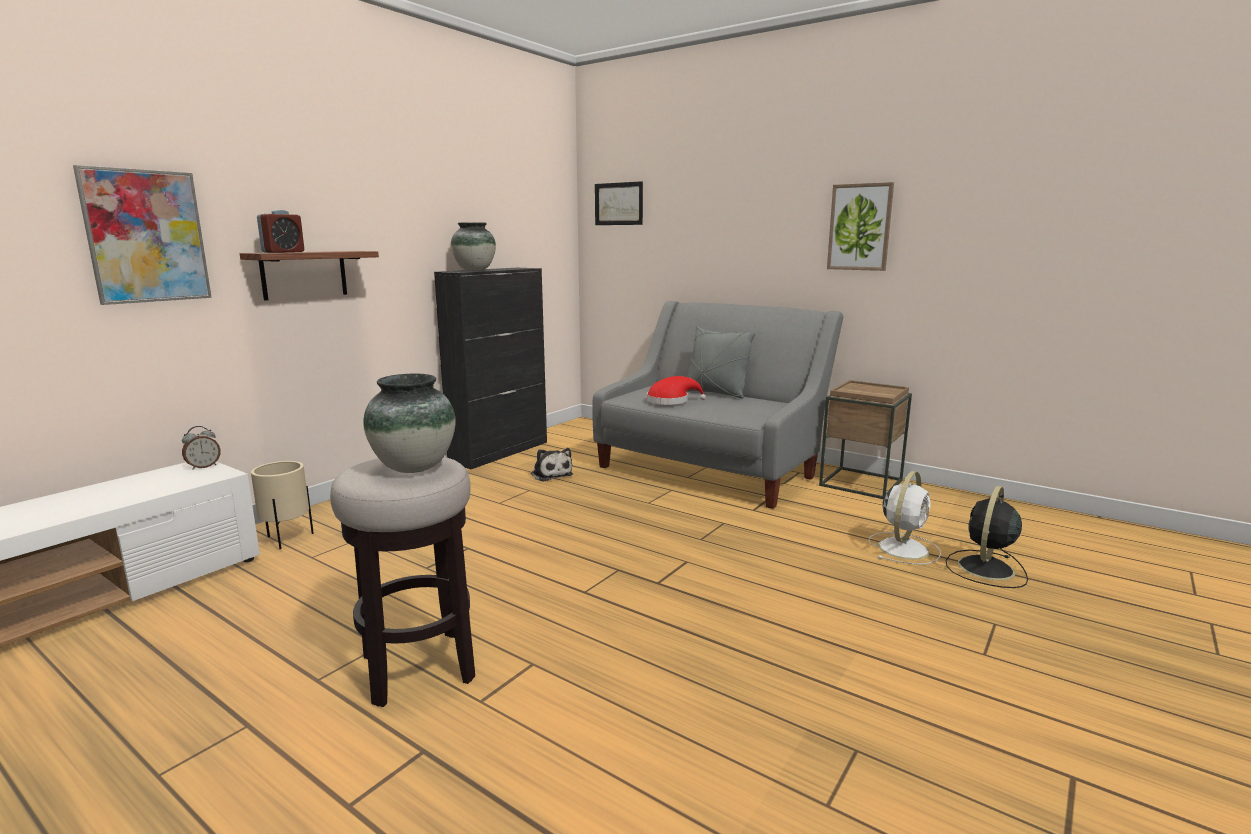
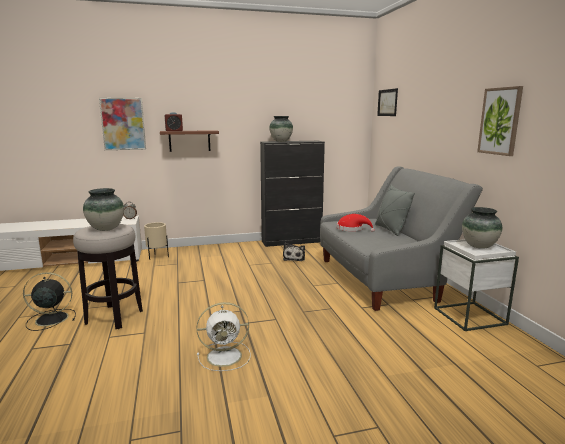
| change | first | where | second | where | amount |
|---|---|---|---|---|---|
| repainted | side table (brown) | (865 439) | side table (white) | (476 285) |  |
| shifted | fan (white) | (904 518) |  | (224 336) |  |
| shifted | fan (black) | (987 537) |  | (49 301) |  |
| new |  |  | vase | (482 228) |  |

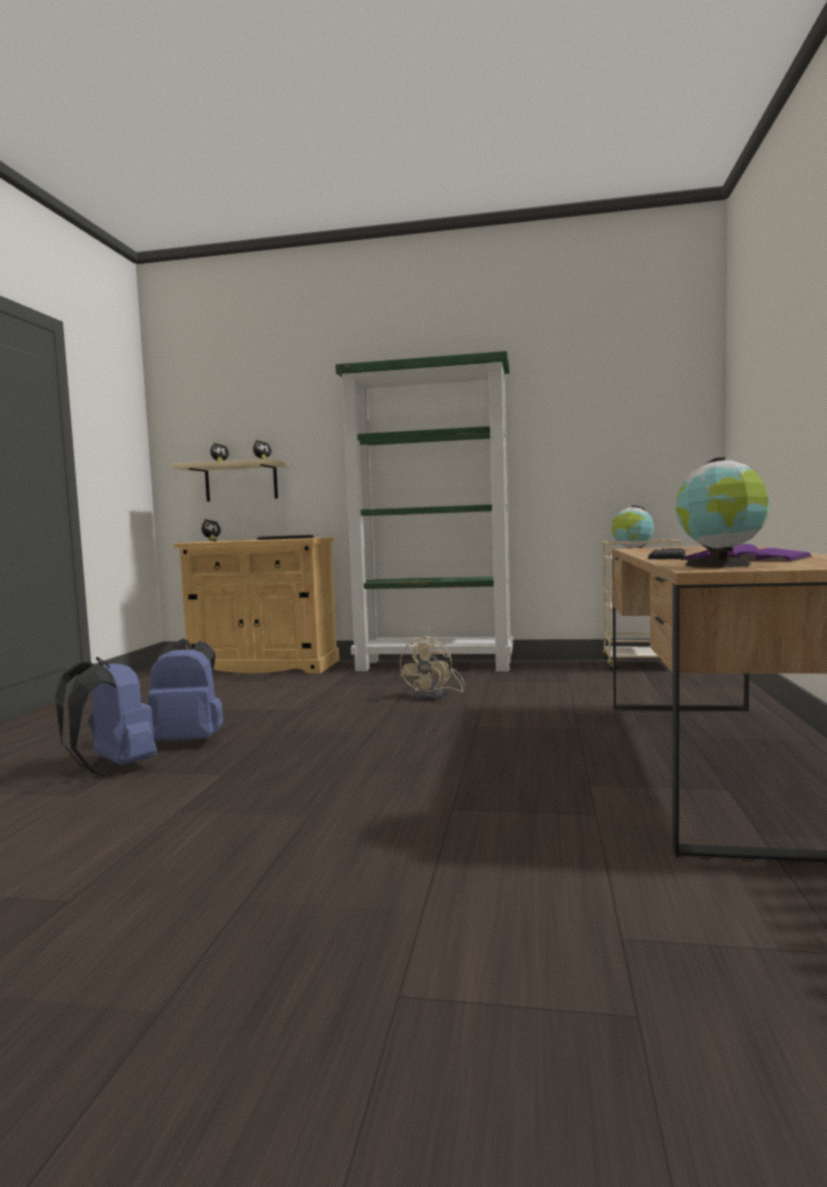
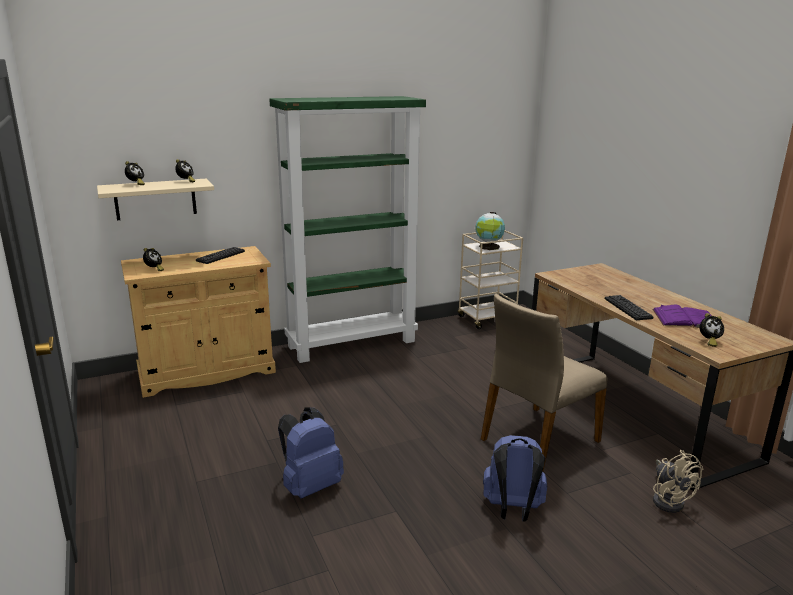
| change | first | where | second | where | amount |
|---|---|---|---|---|---|
| shifted | backpack (blue) | (106 716) |  | (515 478) |  |
| shifted | fan (beige) | (432 668) |  | (678 481) |  |
| swapped | globe | (722 512) | alarm clock | (712 330) |  |
| new |  |  | chair (beige) | (544 383) |  |

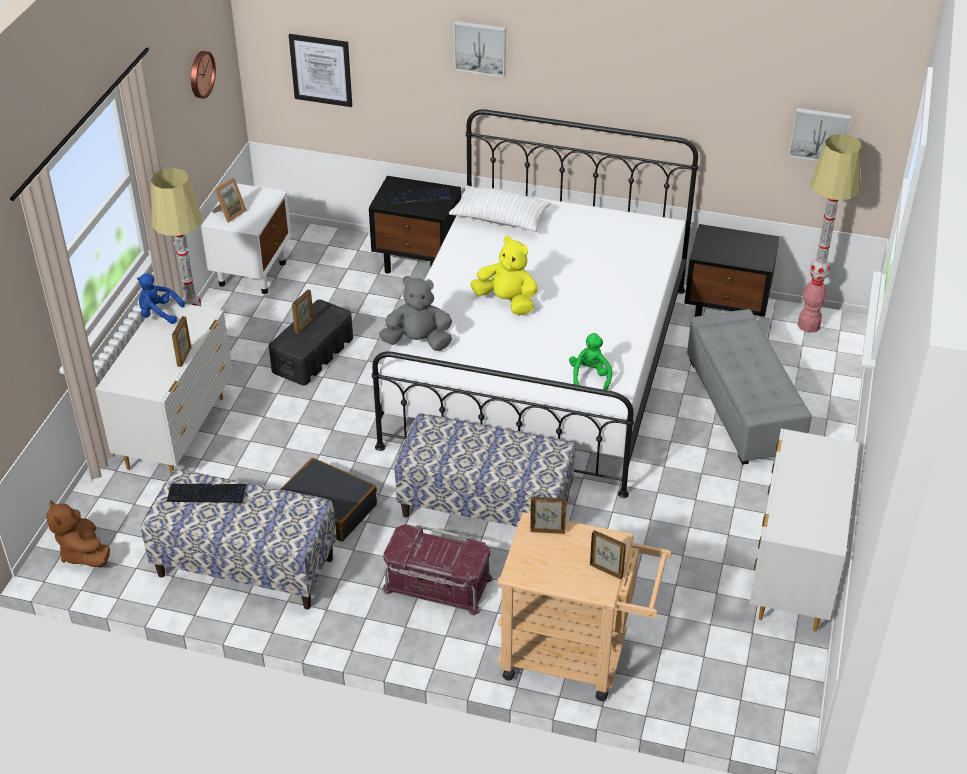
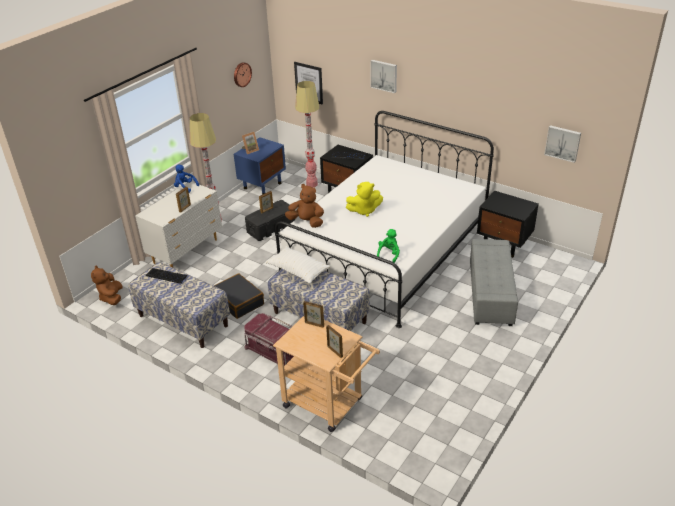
| change | first | where | second | where | amount |
|---|---|---|---|---|---|
| repainted | nightstand (white) | (246 239) | nightstand (blue) | (260 166) |  |
| repainted | plush toy (grey) | (415 313) | plush toy (brown) | (304 206) |  |
| shifted | pillow (white) | (500 208) |  | (298 265) |  |
| rotated | plush toy (yellow) | (503 275) |  | (364 199) | 120 degrees clockwise |
| gone | dresser (white) | (804 530) |  |  |  |
| shifted | floor lamp | (829 233) |  | (307 134) |  |

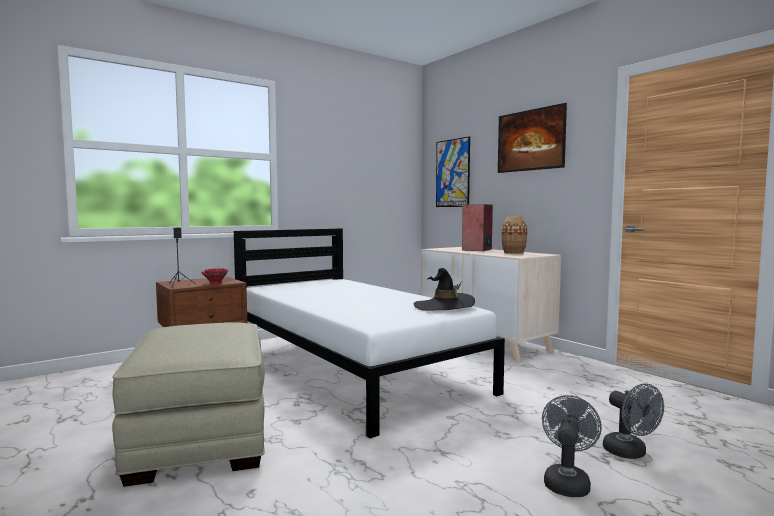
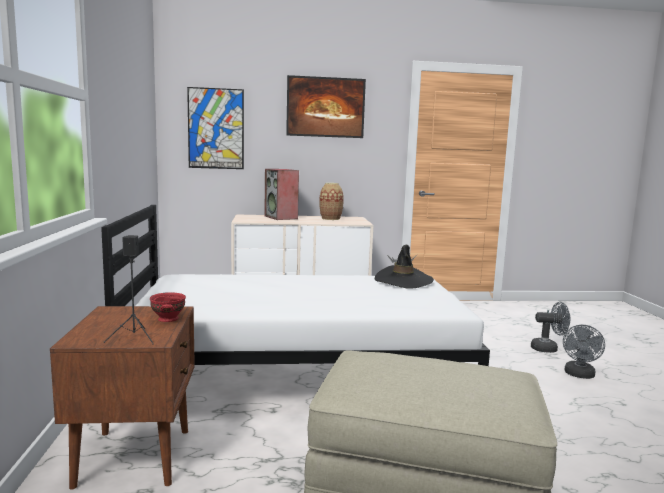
| change | first | where | second | where | amount |
|---|---|---|---|---|---|
| rotated | fan (grey) | (572 446) |  | (584 352) | 120 degrees counterclockwise |

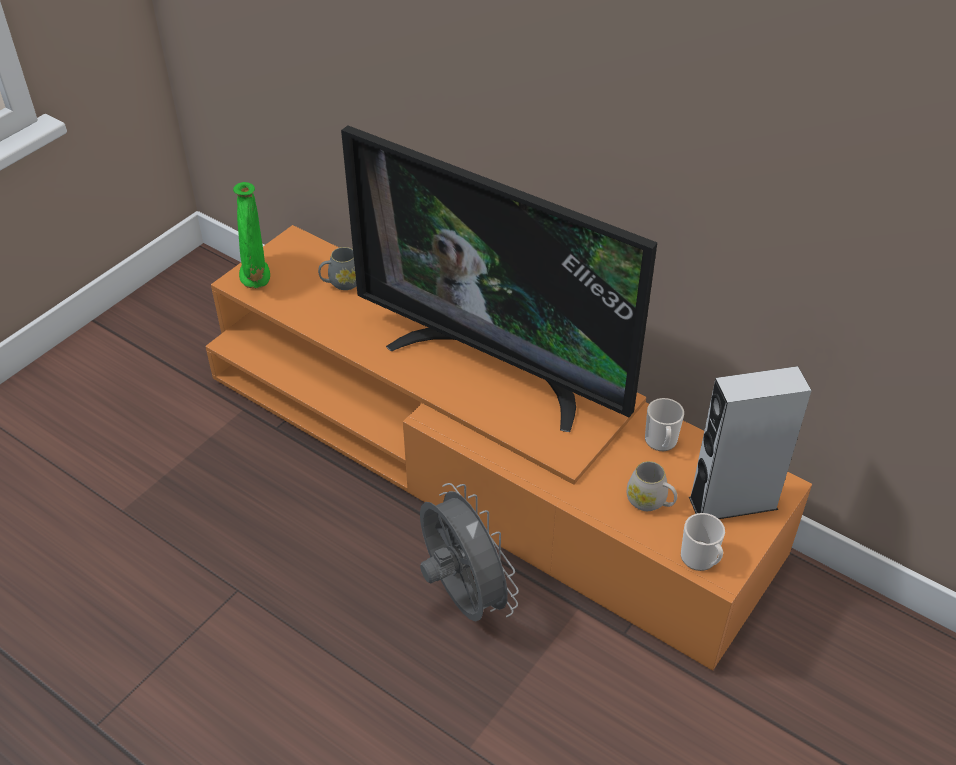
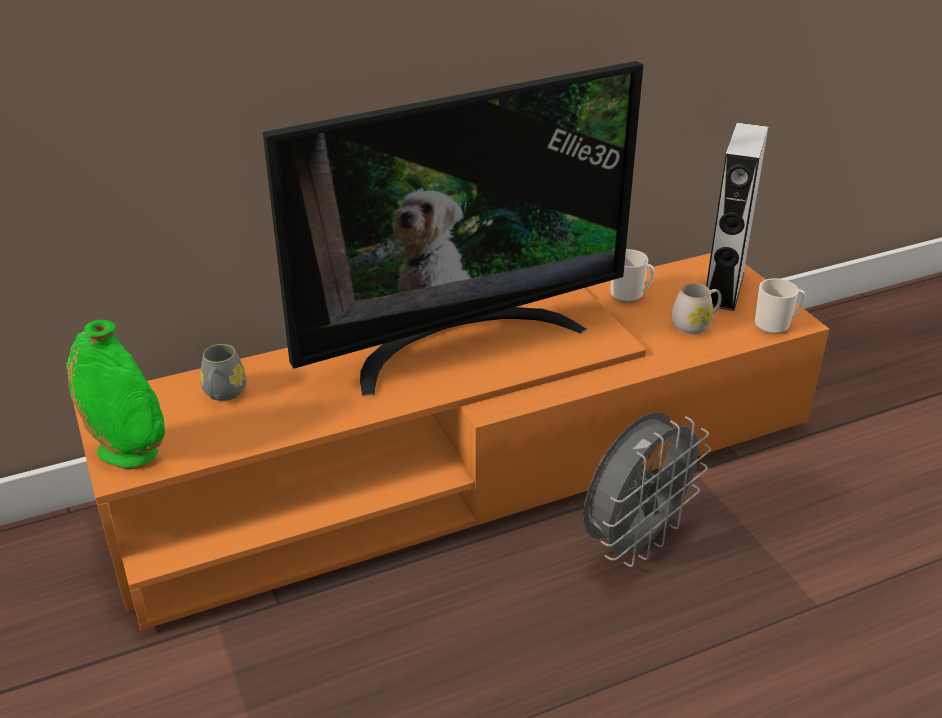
| change | first | where | second | where | amount |
|---|---|---|---|---|---|
| rotated | fan (grey) | (469 552) |  | (647 489) | 135 degrees clockwise |

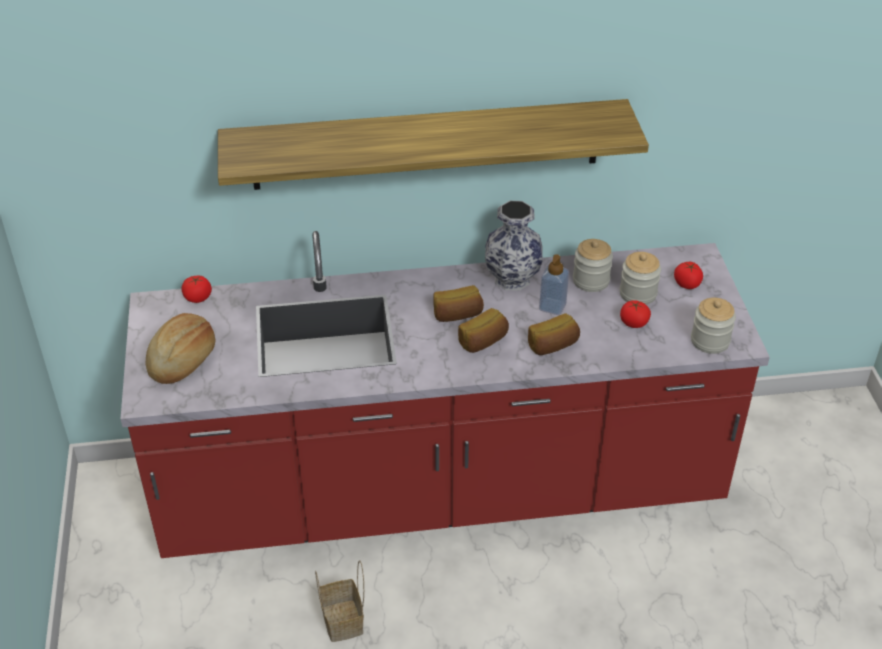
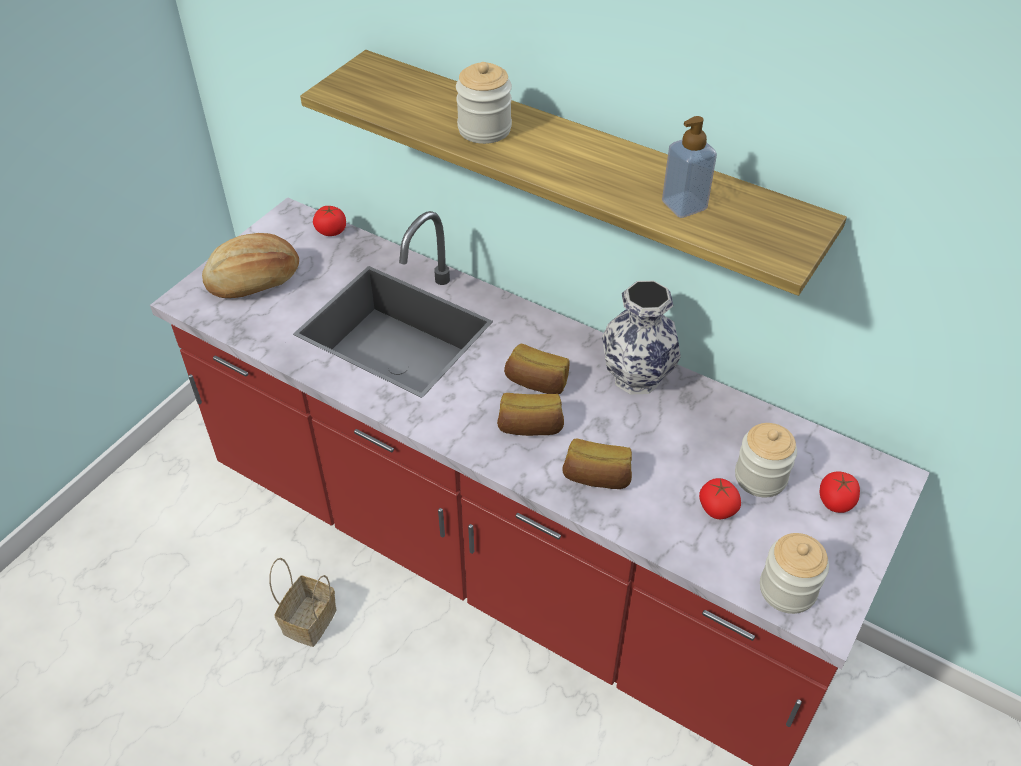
| change | first | where | second | where | amount |
|---|---|---|---|---|---|
| shifted | soap dispenser | (554 284) |  | (689 167) |  |
| shifted | jar | (593 265) |  | (484 103) |  |

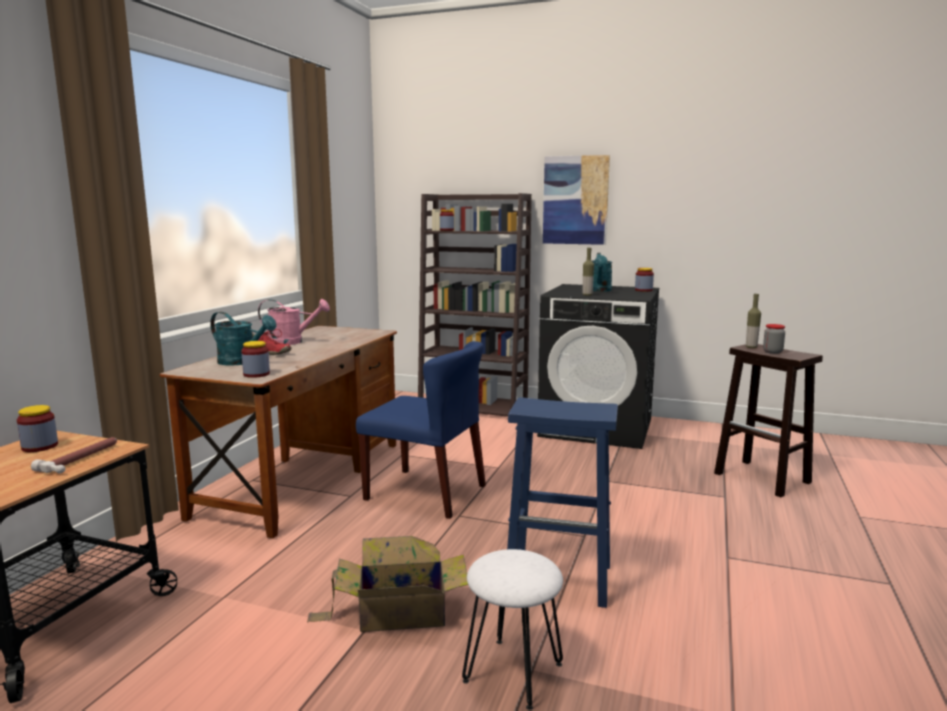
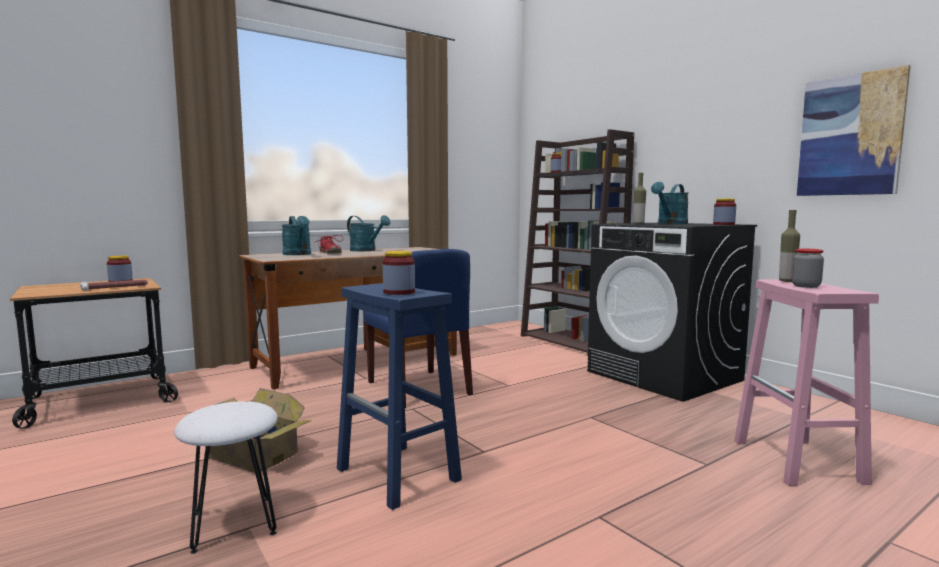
| change | first | where | second | where | amount |
|---|---|---|---|---|---|
| shifted | jar | (255 359) |  | (399 273) |  |
| repainted | watering can (pink) | (294 322) | watering can (turquoise) | (368 233) |  |
| shifted | picture | (576 200) |  | (854 130) |  |
| repainted | stool (brown) | (768 420) | stool (pink) | (806 383) |  |

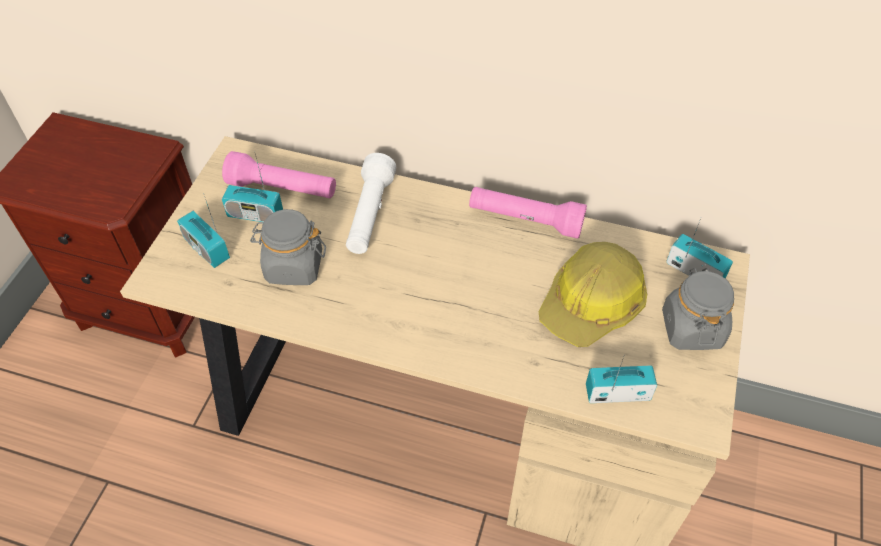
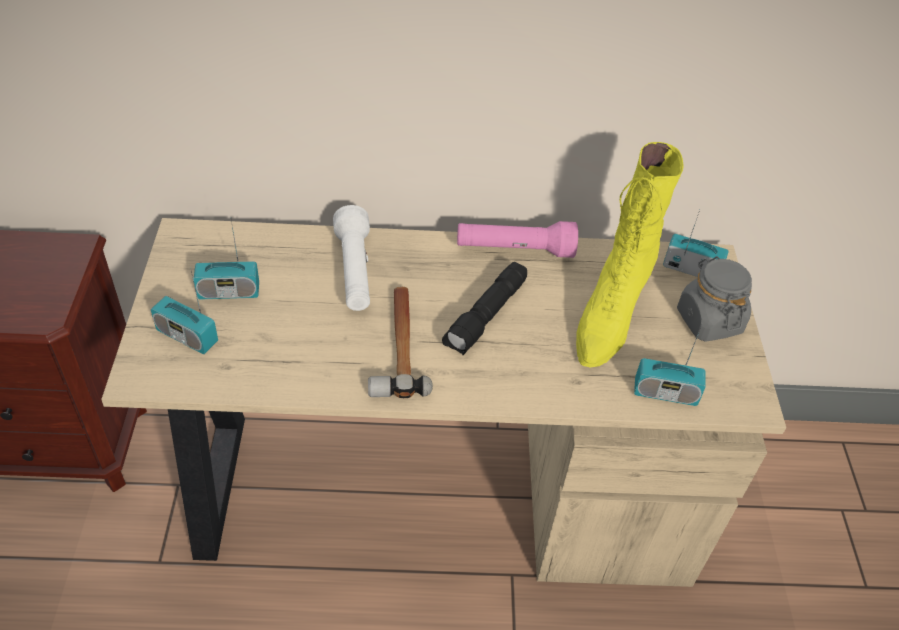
| change | first | where | second | where | amount |
|---|---|---|---|---|---|
| gone | flashlight (pink) | (279 174) |  |  |  |
| gone | jar (grey) | (288 247) |  |  |  |
| swapped | hard hat | (593 294) | boot (yellow) | (630 254) |  |
| rotated | radio | (621 380) |  | (669 364) | 150 degrees counterclockwise |
| new |  |  | hammer | (400 342) |  |
| new |  |  | flashlight (black) | (484 308) |  |

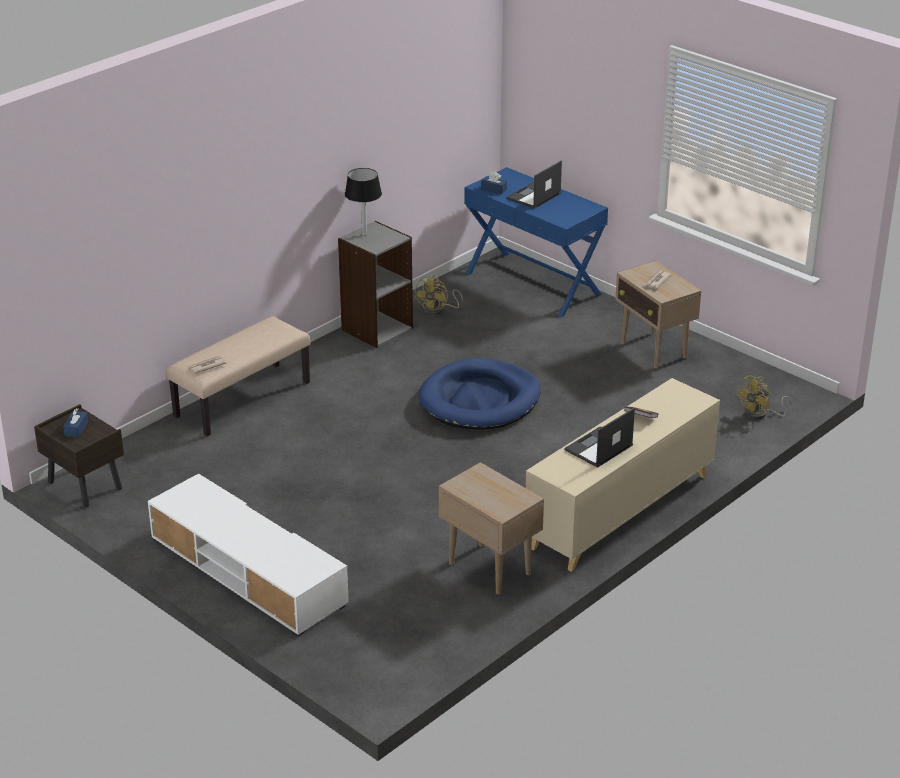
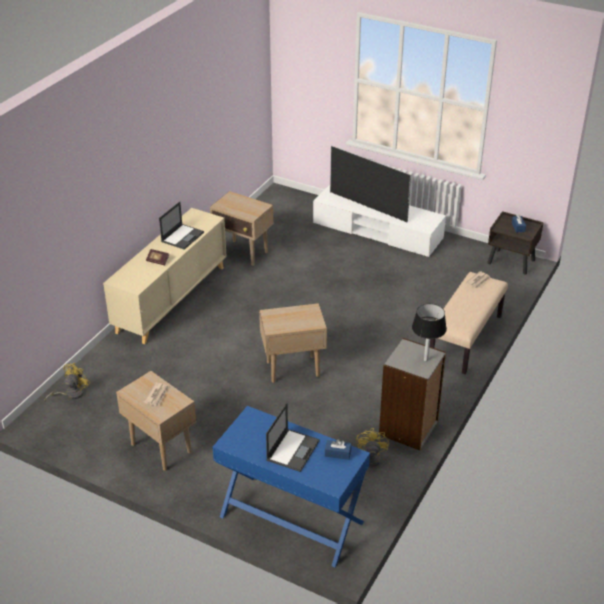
| change | first | where | second | where | amount |
|---|---|---|---|---|---|
| swapped | dog bed (blue) | (479 394) | side table (beige) | (293 343) |  |
| new |  |  | television | (370 184) |  |

